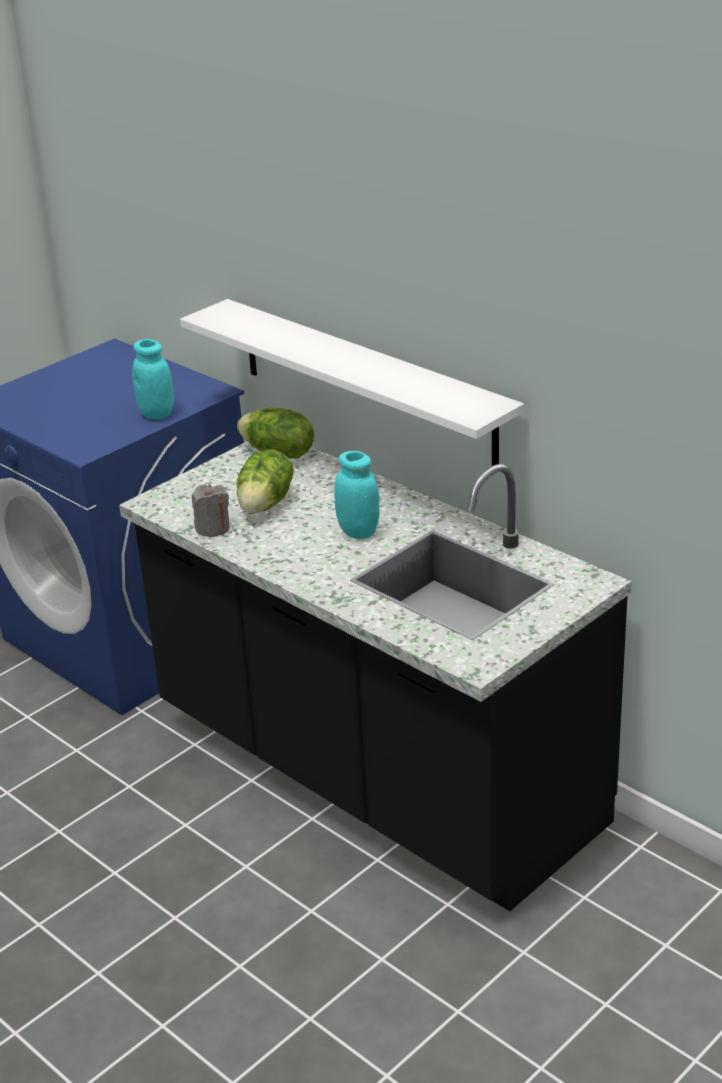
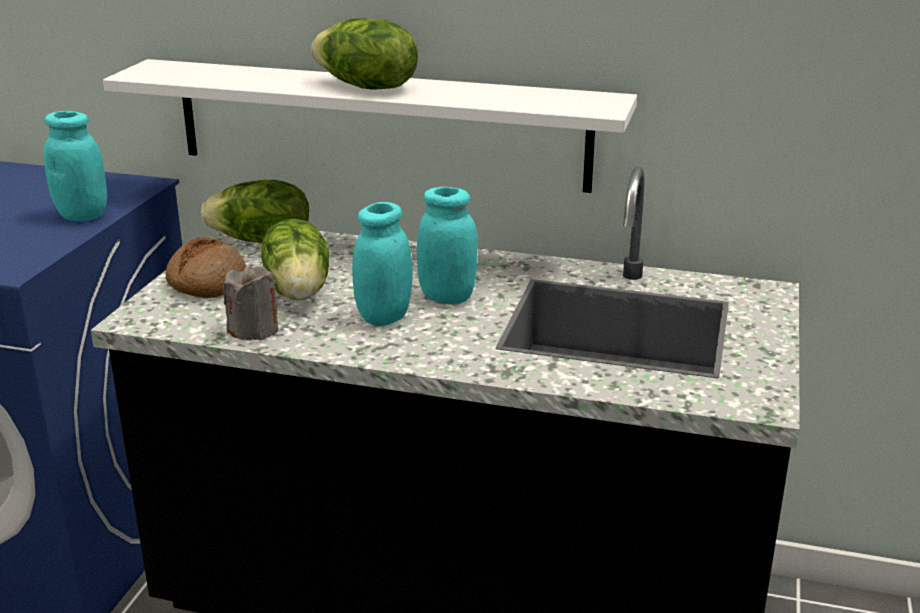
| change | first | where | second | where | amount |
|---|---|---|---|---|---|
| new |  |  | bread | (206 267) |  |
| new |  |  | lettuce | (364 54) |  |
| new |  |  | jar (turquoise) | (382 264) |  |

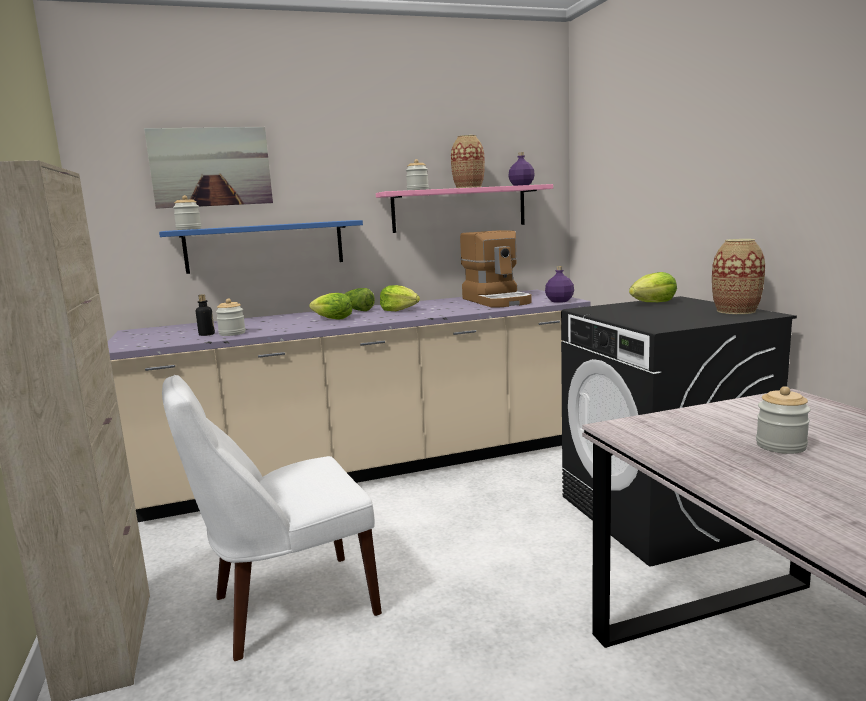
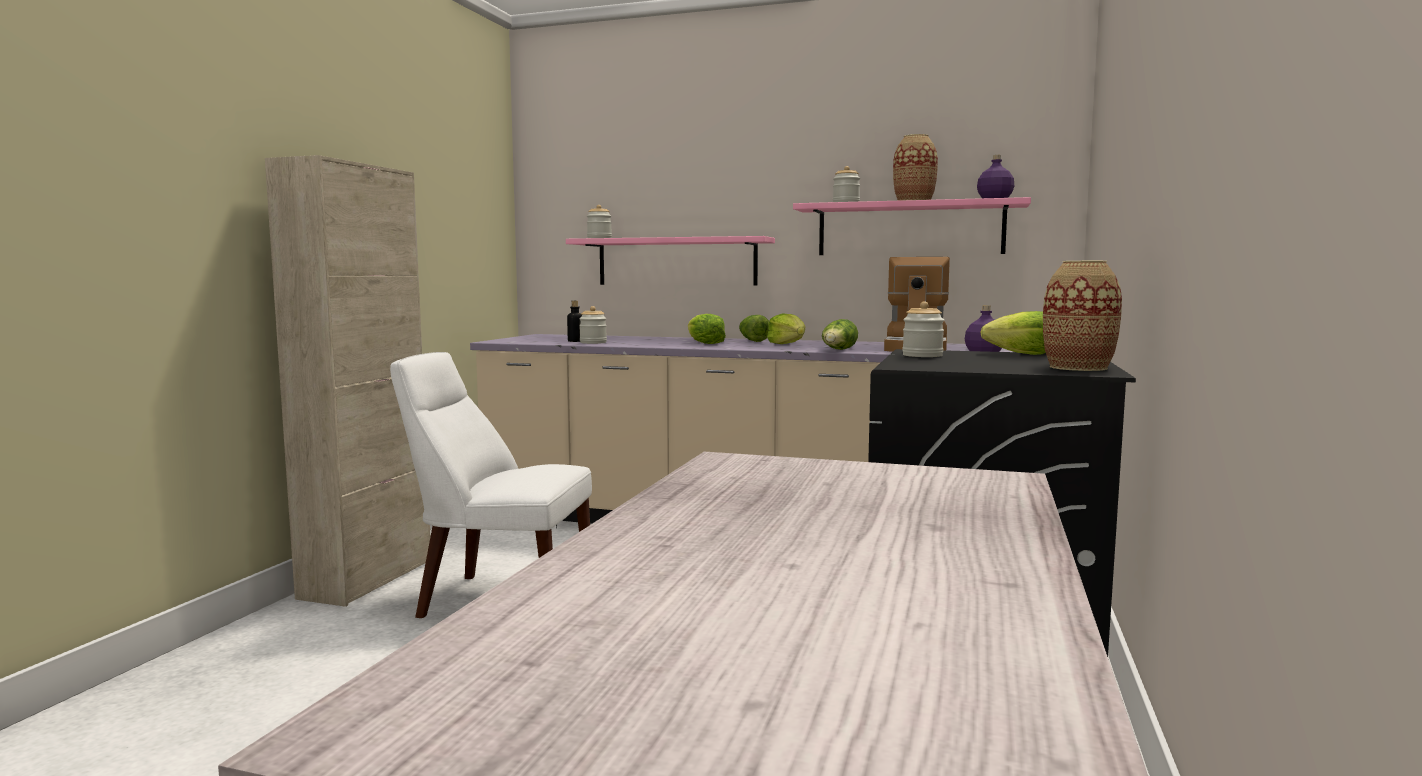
| change | first | where | second | where | amount |
|---|---|---|---|---|---|
| gone | picture | (208 168) |  |  |  |
| repainted | shelf (blue) | (261 247) | shelf (pink) | (670 260) |  |
| shifted | jar | (783 420) |  | (923 329) |  |
| new |  |  | lettuce | (840 334) |  |

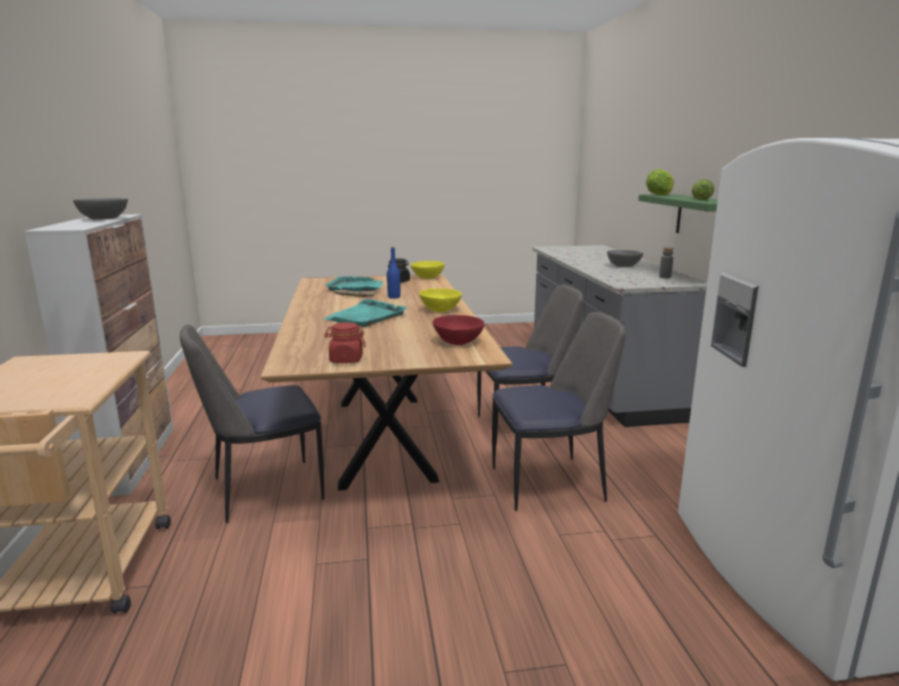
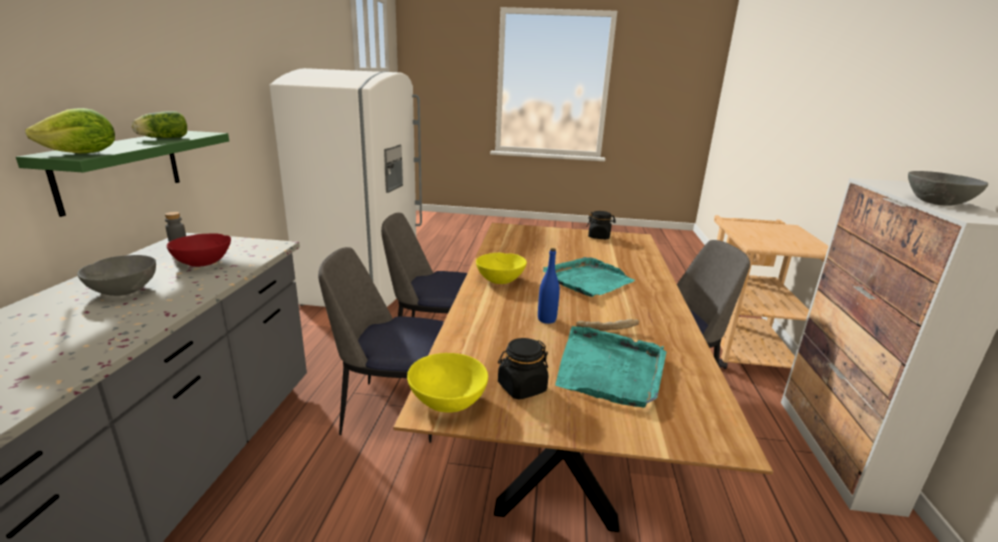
| change | first | where | second | where | amount |
|---|---|---|---|---|---|
| repainted | jar (red) | (345 342) | jar (black) | (601 225) |  |
| shifted | bowl (red) | (458 330) |  | (199 250) |  |

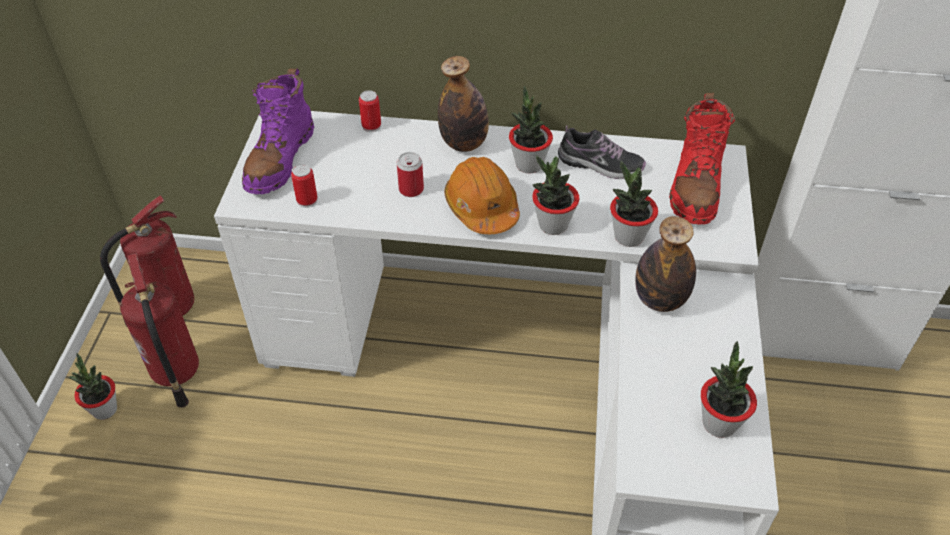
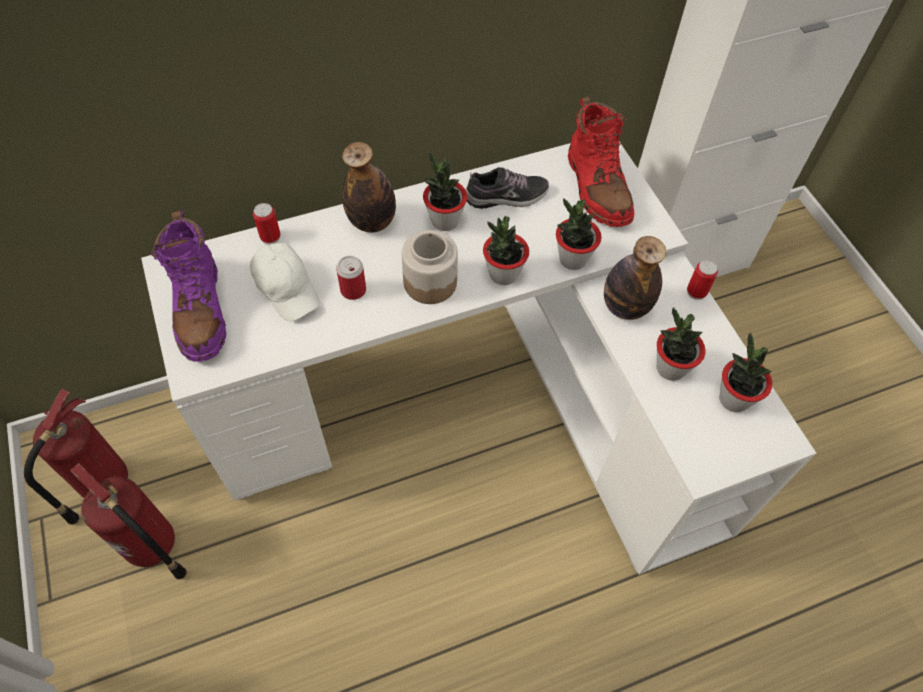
| change | first | where | second | where | amount |
|---|---|---|---|---|---|
| shifted | potted plant | (92 386) |  | (681 344) |  |
| shifted | can | (304 186) |  | (702 280) |  |
| swapped | hard hat (orange) | (482 195) | jar | (430 267) |  |
| new |  |  | cap (white) | (285 282) |  |

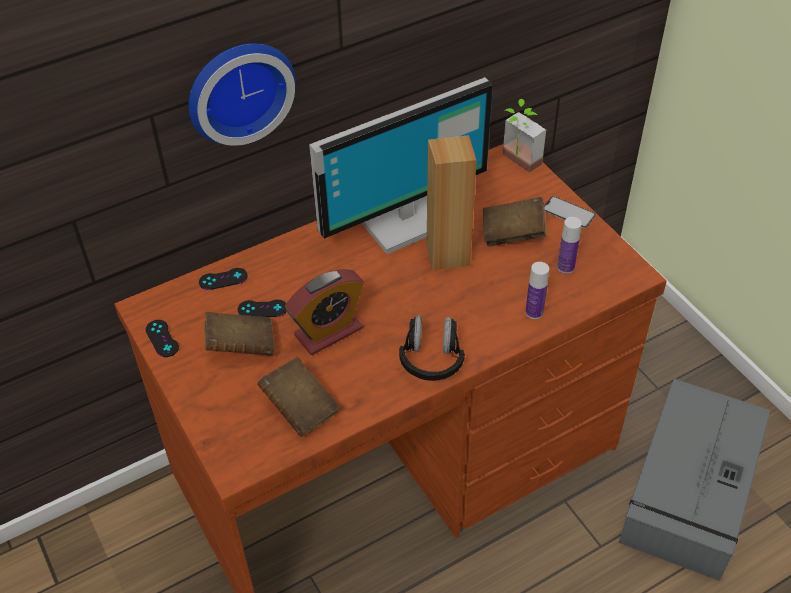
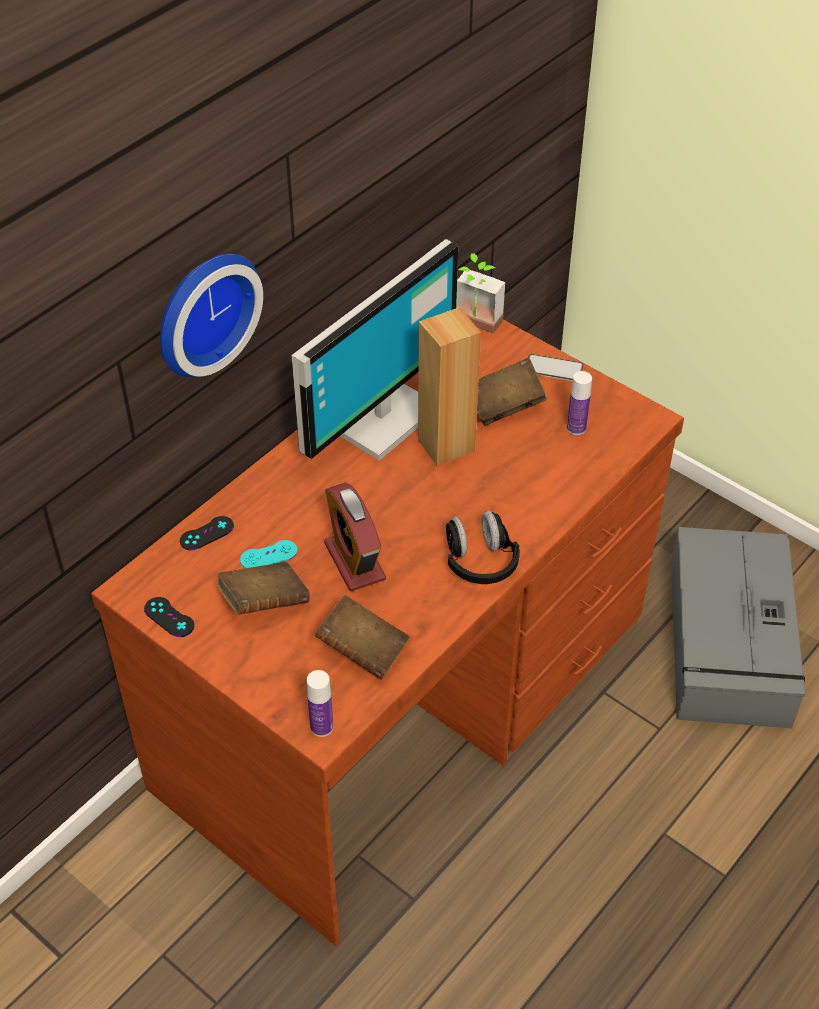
| change | first | where | second | where | amount |
|---|---|---|---|---|---|
| repainted | game controller (black) | (262 308) | game controller (turquoise) | (268 554) |  |
| rotated | alarm clock | (324 312) |  | (355 537) | 120 degrees clockwise |
| shifted | bottle | (537 290) |  | (320 703) |  |

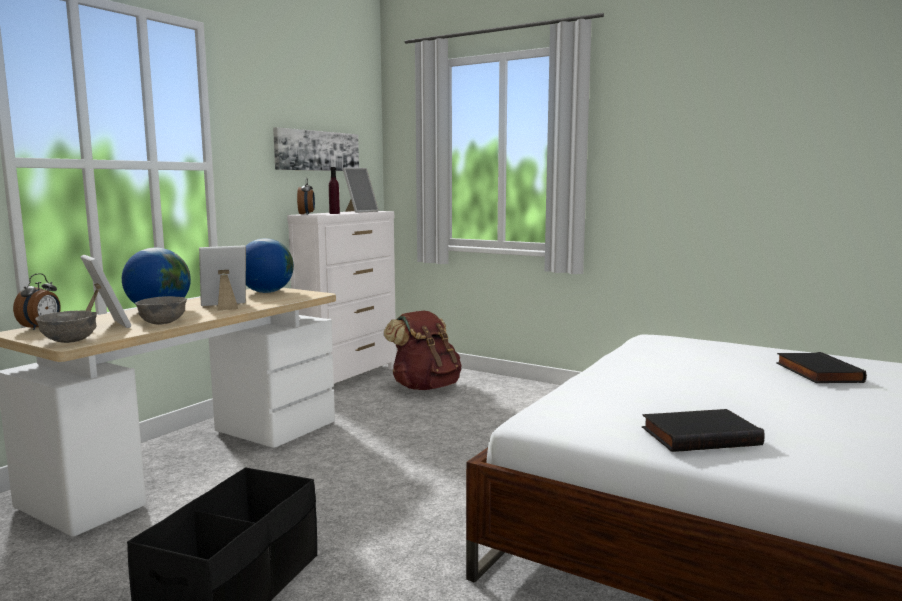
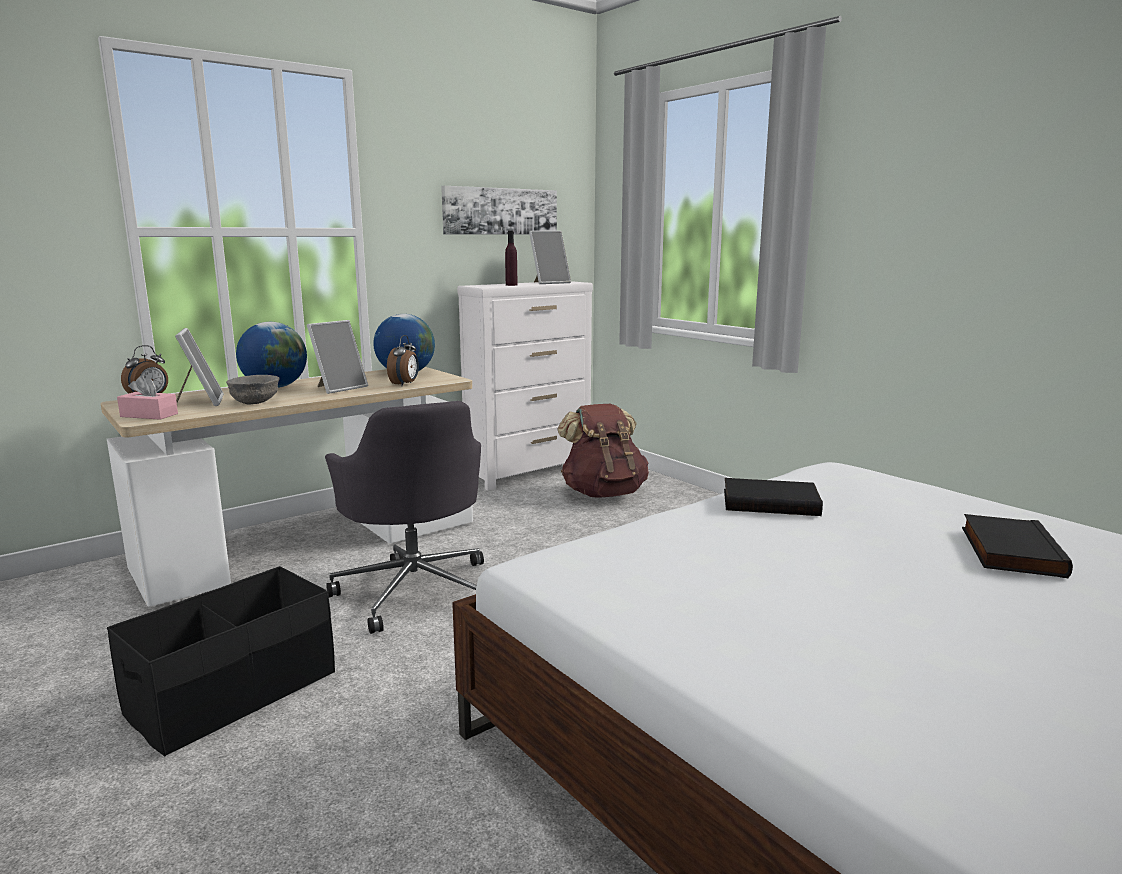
| change | first | where | second | where | amount |
|---|---|---|---|---|---|
| swapped | bowl (grey) | (66 326) | tissue box (pink) | (147 398) |  |
| rotated | picture frame | (222 278) |  | (337 357) | 135 degrees clockwise |
| shifted | alarm clock | (306 196) |  | (403 360) |  |
| shifted | book (black) | (703 430) |  | (773 497) |  |
| new |  |  | office chair (grey) | (404 517) |  |

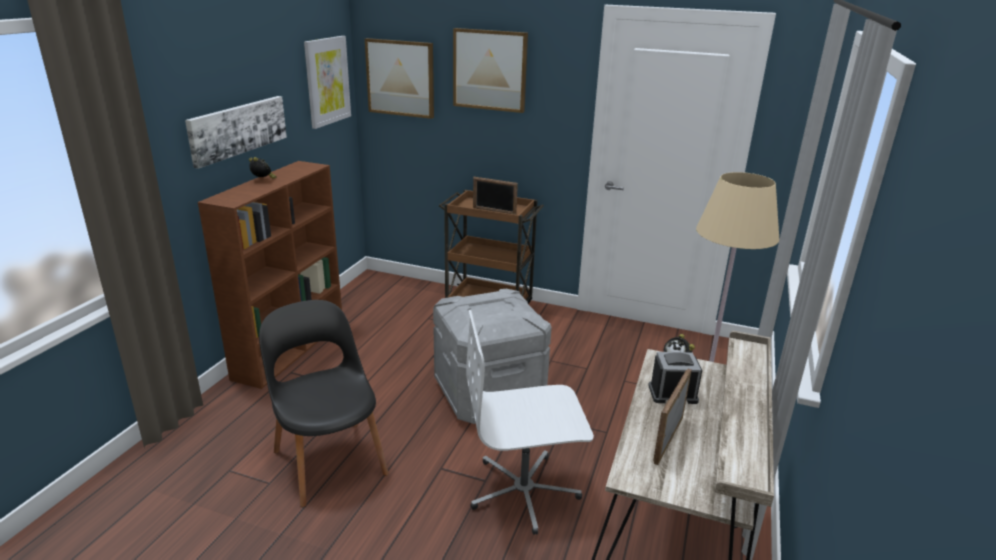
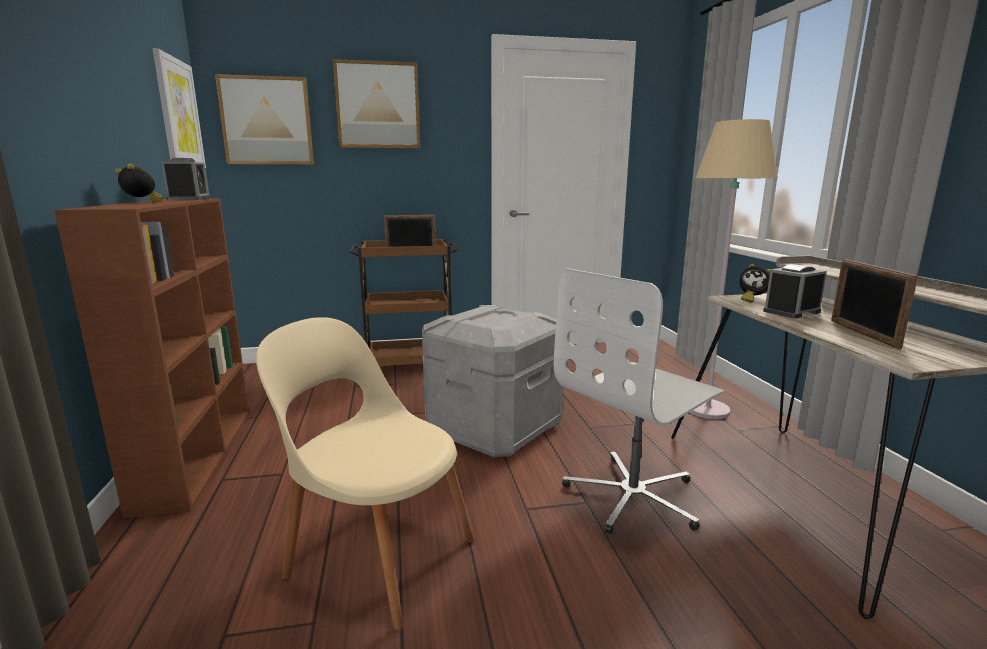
| change | first | where | second | where | amount |
|---|---|---|---|---|---|
| gone | picture | (236 132) |  |  |  |
| repainted | chair (black) | (324 403) | chair (beige) | (365 474) |  |
| new |  |  | alarm clock | (185 179) |  |

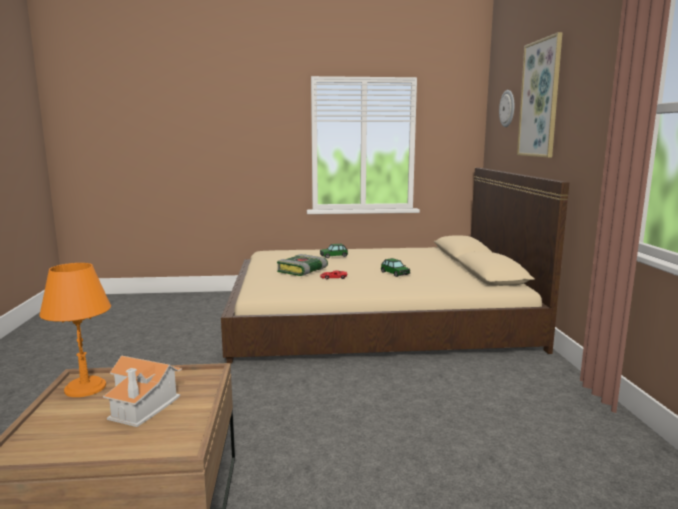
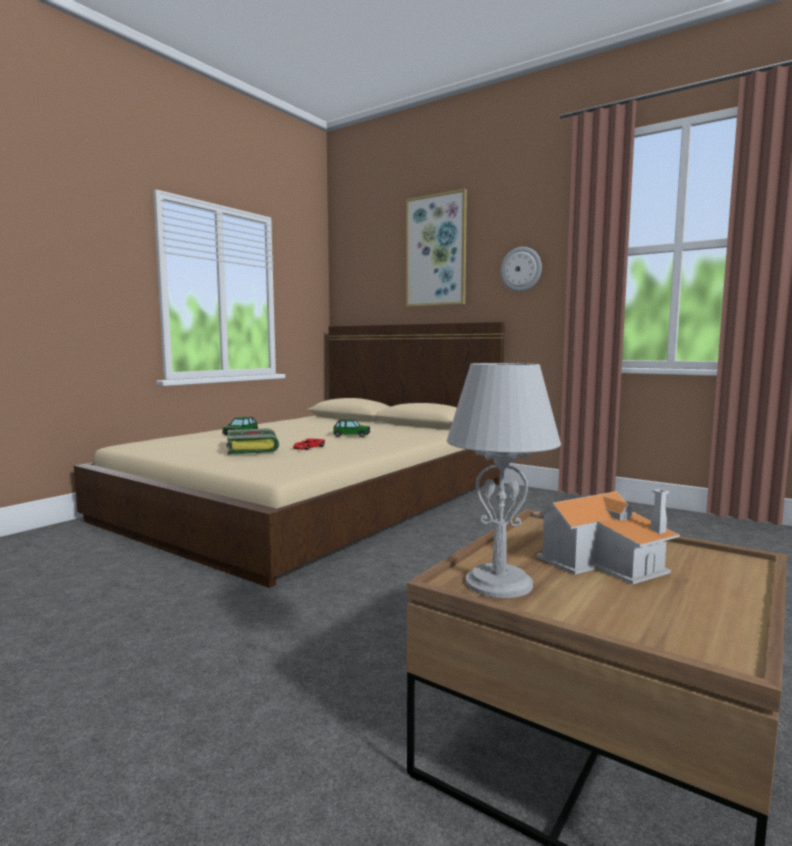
| change | first | where | second | where | amount |
|---|---|---|---|---|---|
| repainted | table lamp (orange) | (75 330) | table lamp (grey) | (503 480) |  |
| shifted | wall clock | (506 108) |  | (521 269) |  |

